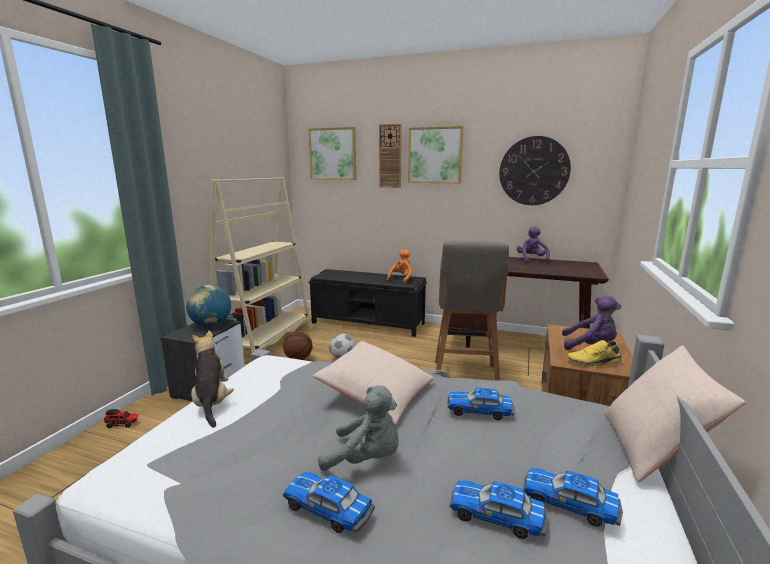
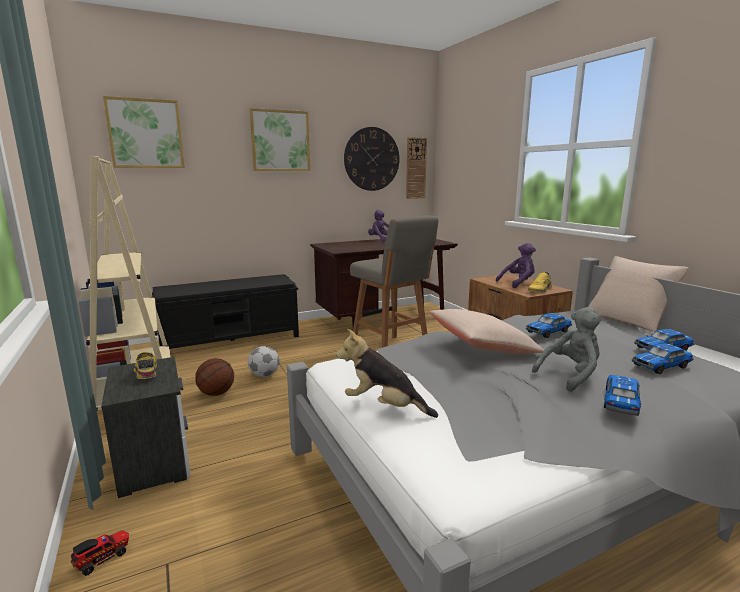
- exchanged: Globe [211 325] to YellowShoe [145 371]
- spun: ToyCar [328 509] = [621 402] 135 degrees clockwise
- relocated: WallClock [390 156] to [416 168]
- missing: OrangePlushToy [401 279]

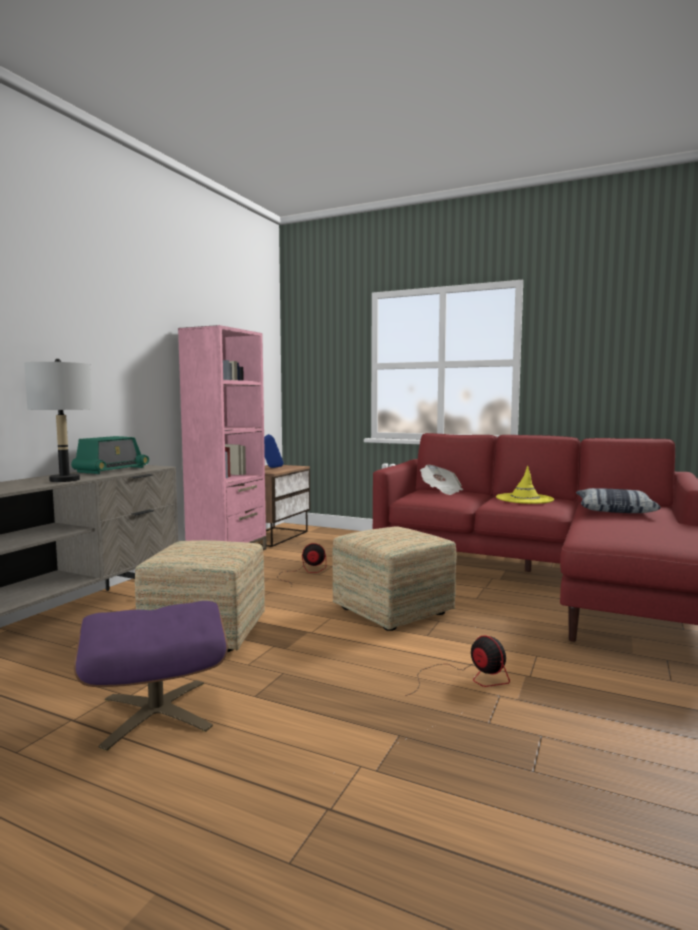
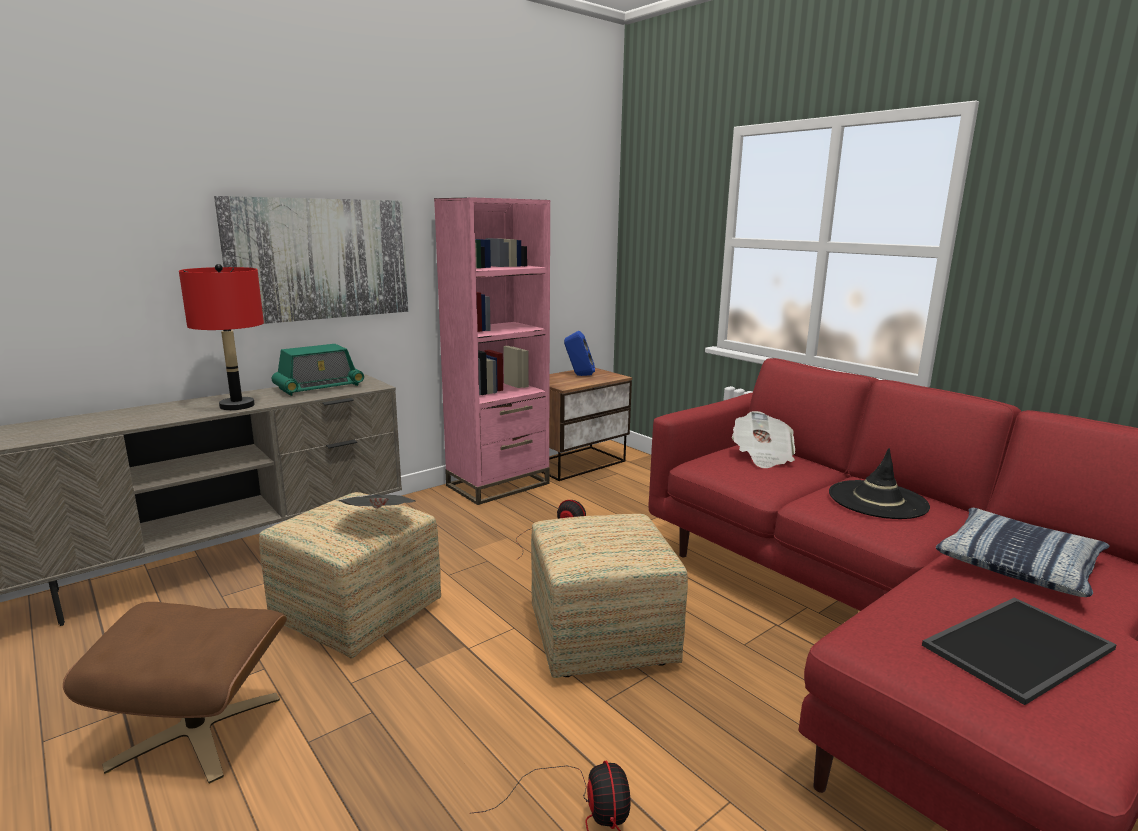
- colour: GreyTableLamp [65 480] to RedTableLamp [237 406]
- colour: PurpleOttoman [156 712] to BrownOttoman [198 730]
- colour: YellowHat [524 499] to BlackHat [877 500]
- appeared: Picture [320 259]
- appeared: Newspaper [379 520]
- appeared: Tray [1016 645]

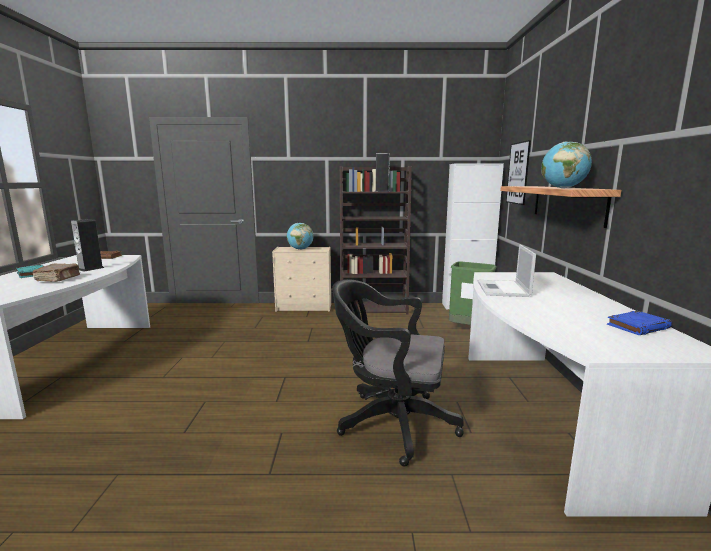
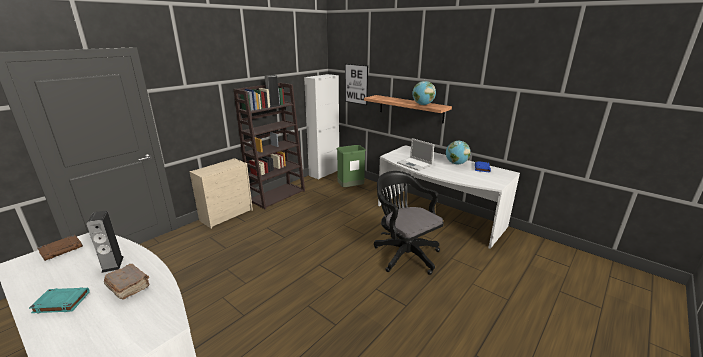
- relocated: Globe [300 249] to [456 163]
- spun: BlackOfficeChair [391 423] = [404 253] 90 degrees clockwise

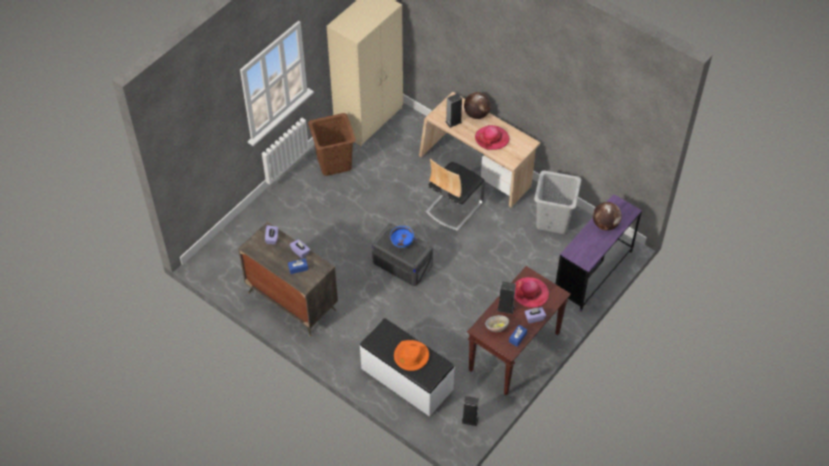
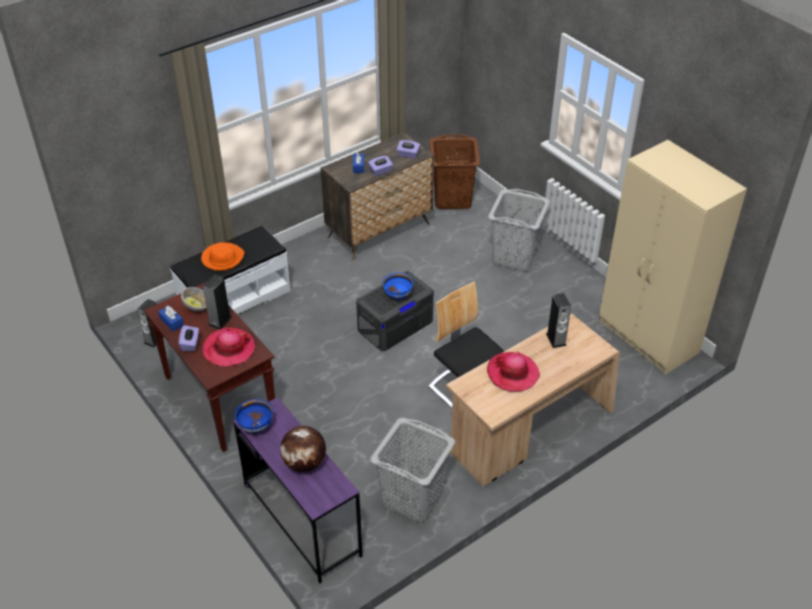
- relocated: BrownLaundryBasket [334 162] to [452 198]
- missing: Globe [476 114]
- appeared: BlueBowl [255 427]
- appeared: GreyLaundryBasket [515 256]

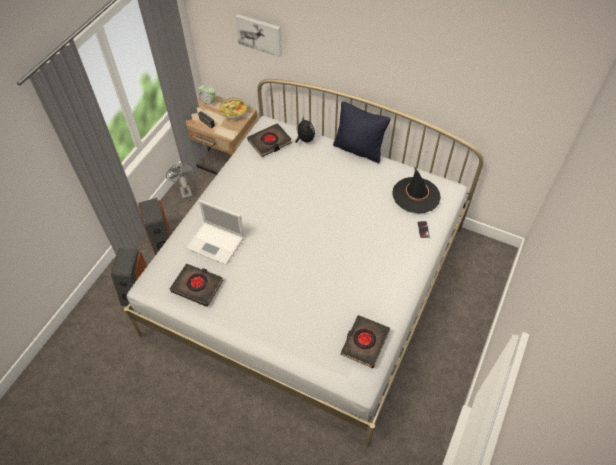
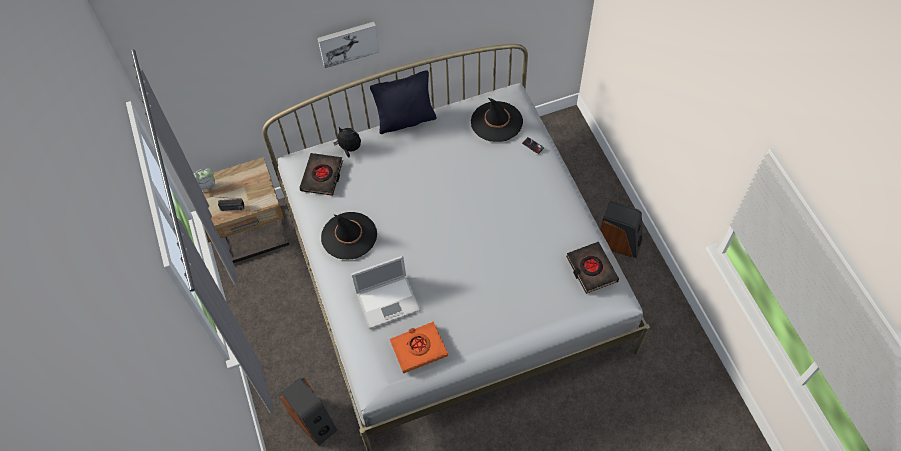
- relocated: Speaker [161 240] to [619 242]
- missing: GreyFan [185 190]
- colour: BlackBook [197 286] to OrangeBook [418 348]
- missing: Bowl [234 113]
- relocated: Picture [260 34] to [348 43]
- appeared: BlackHat [349 236]

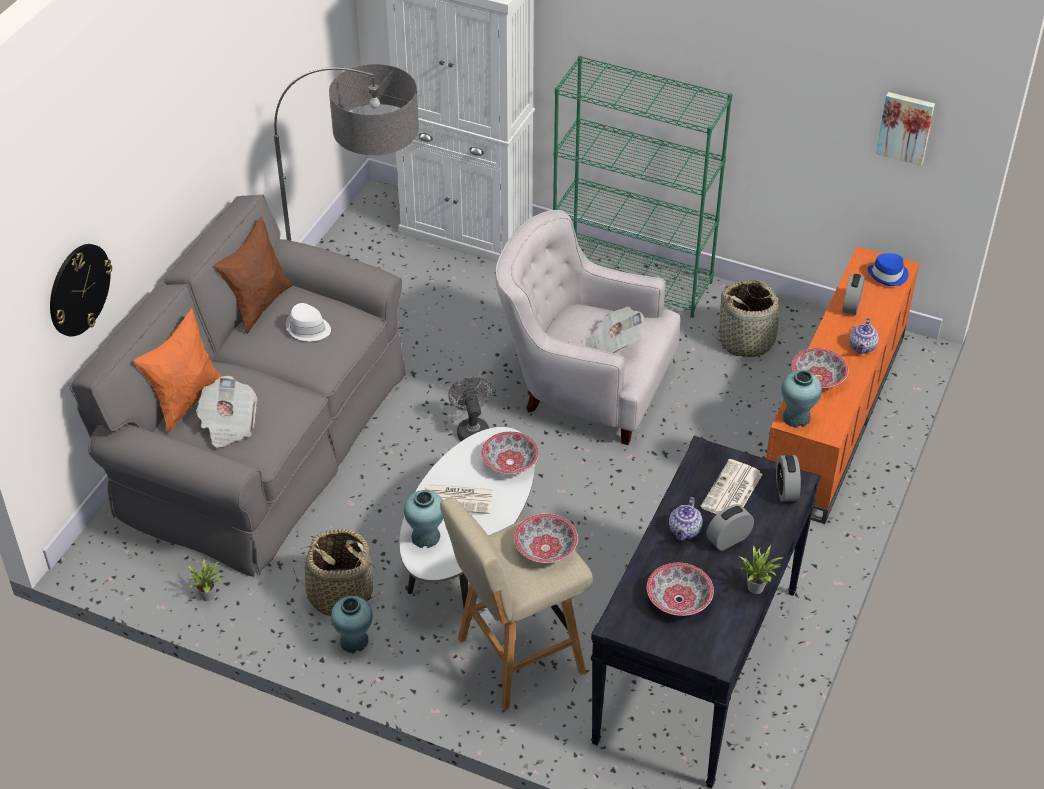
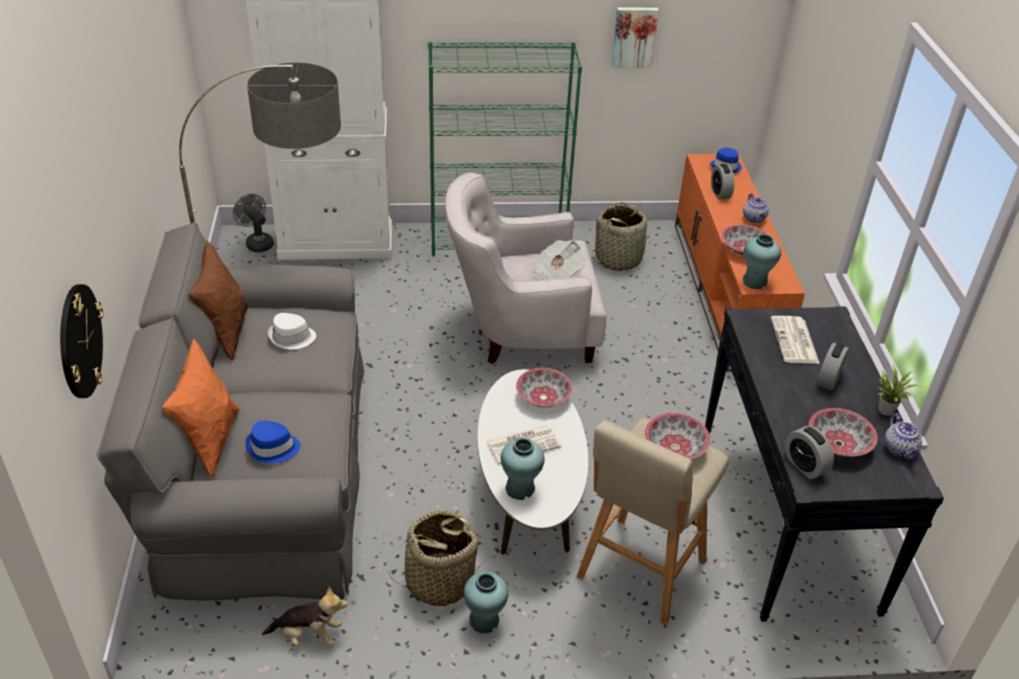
- exchanged: PottedPlant [209 595] to PlushToy [308 635]
- exchanged: Newspaper [228 424] to BlueHat [272 448]
- relocated: GreyFan [472 430] to [257 242]
- relocated: Teapot [685 531] to [900 449]
- relocated: AlarmClock [786 490] to [804 465]
- relocated: Picture [905 127] to [633 36]

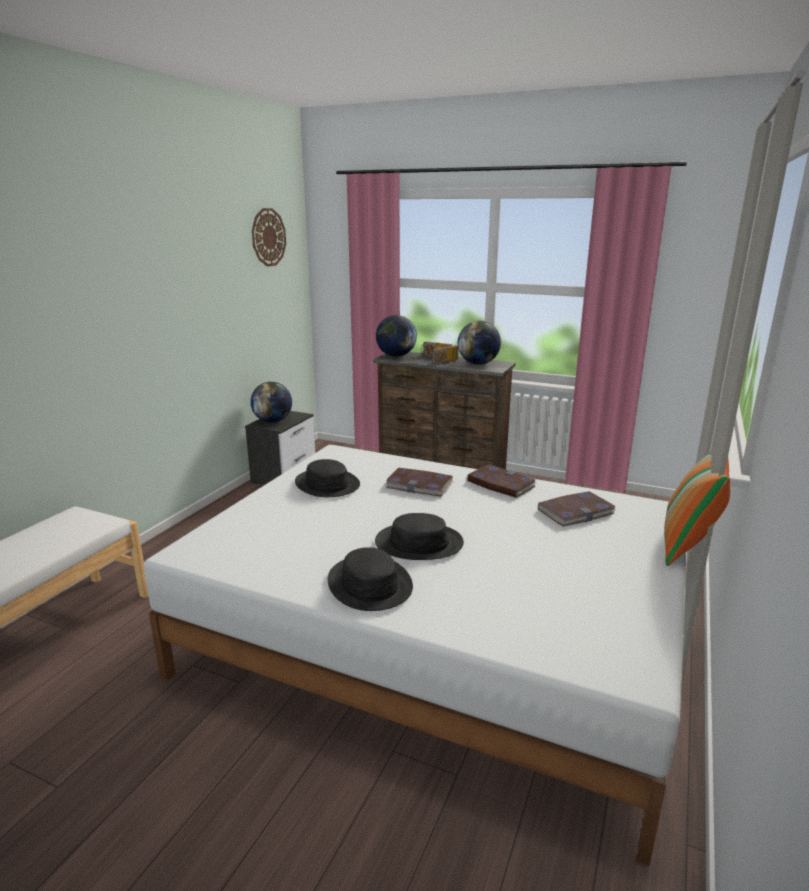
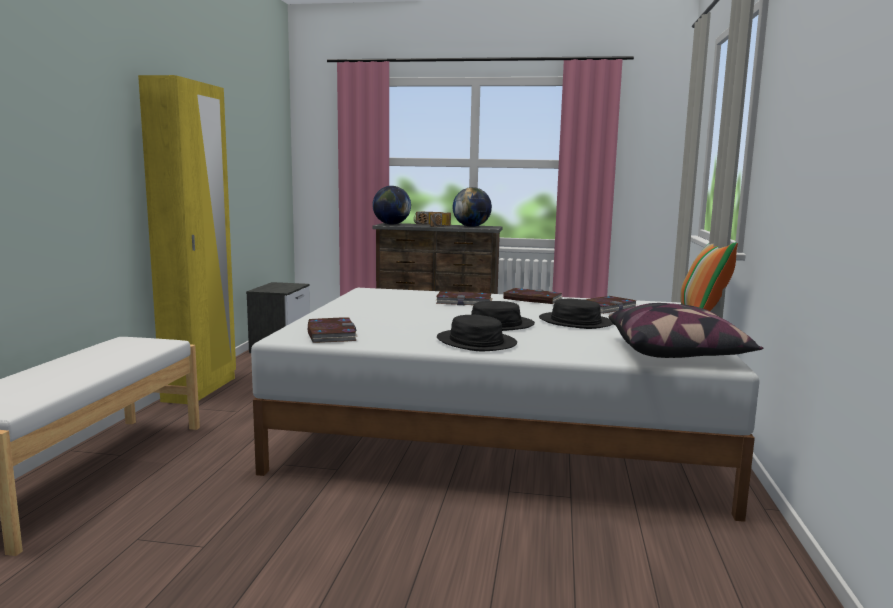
- missing: Globe [273 421]
- missing: WallClock [268 237]
- relocated: BlackHat [327 484] to [575 322]
- appeared: YellowWardrobe [200 389]
- appeared: Book [331 334]
- appeared: Pillow [677 353]

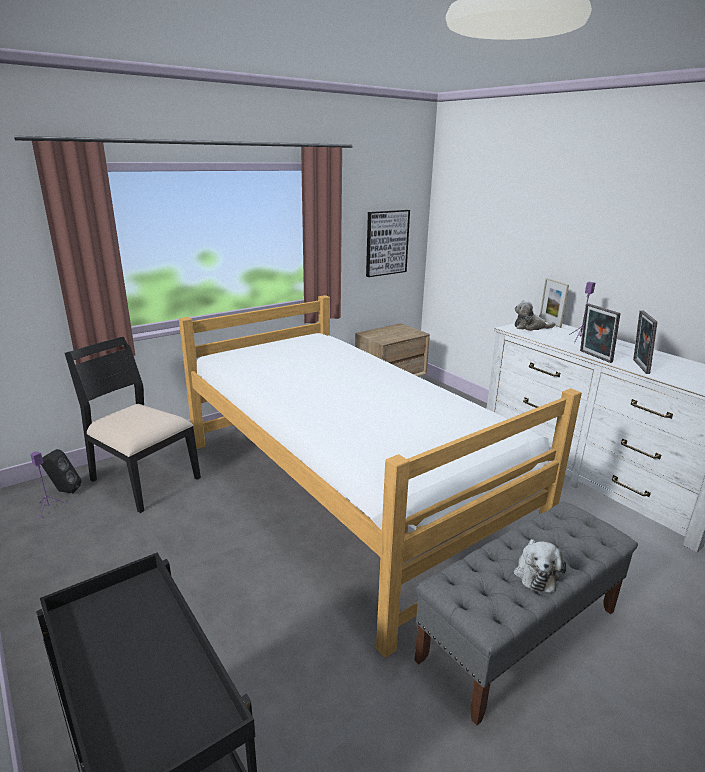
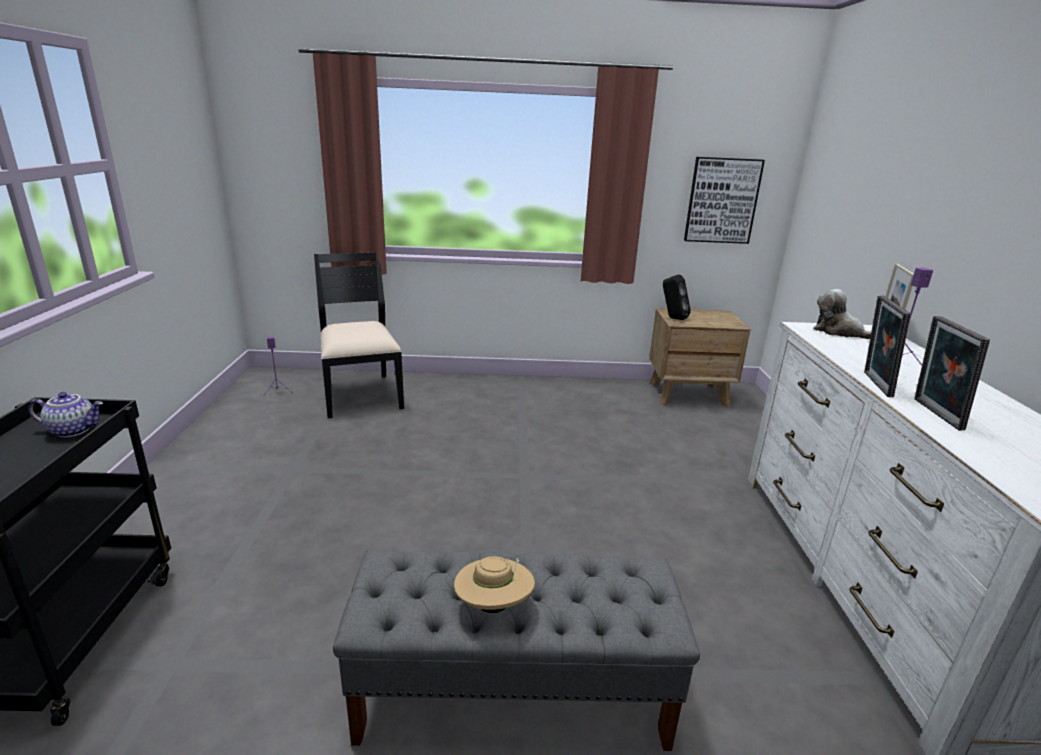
- relocated: BlackSpeaker [63 491] to [672 318]
- missing: Bed [346 491]
- exchanged: PlushToy [535 573] to BeigeHat [493 606]
- spun: PictureFrame [638 366] = [933 414] 45 degrees counterclockwise
- appeared: Teapot [74 430]

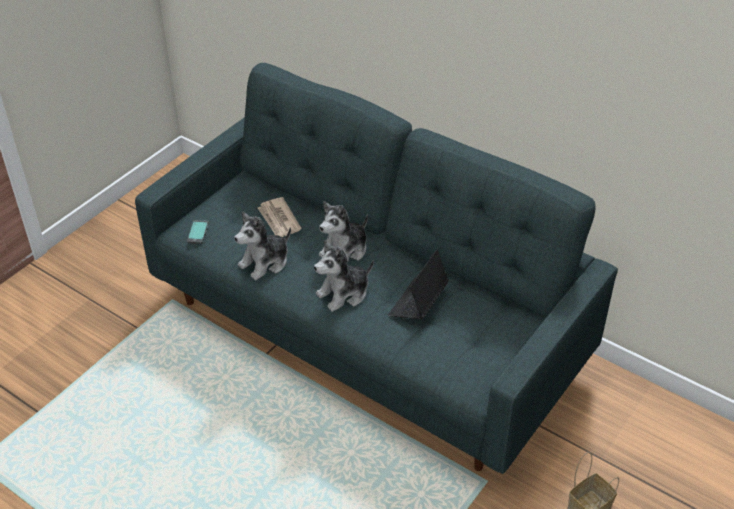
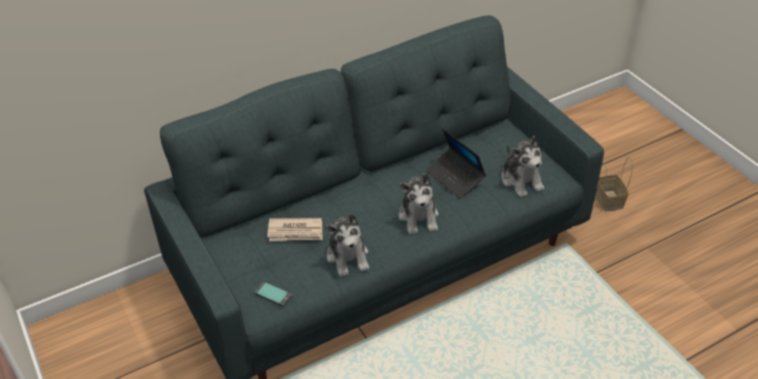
- relocated: PlushToy [345 250] to [521 180]

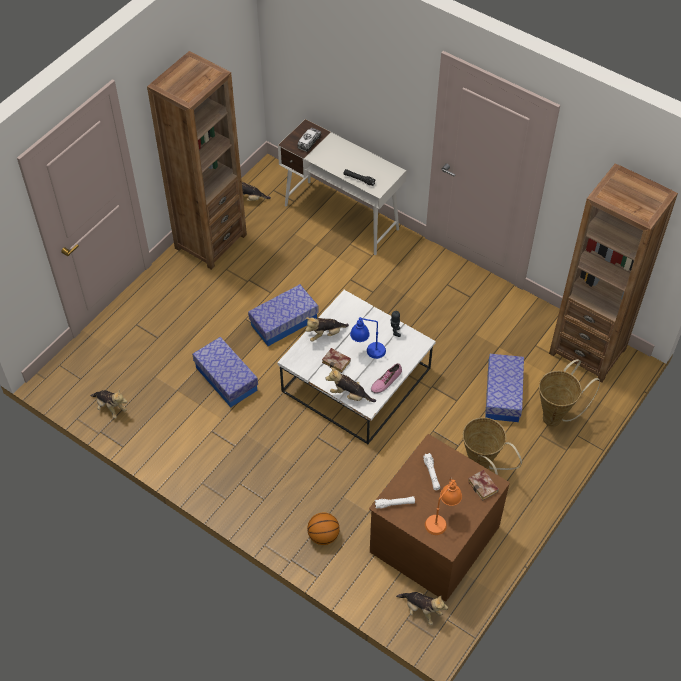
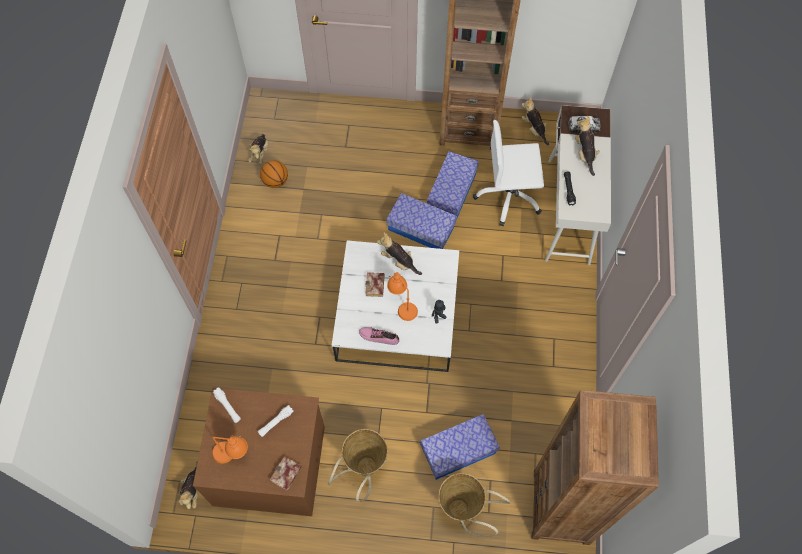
- relocated: StorageBox [226 379] to [452 191]
- relocated: Basketball [323 536] to [275 181]
- relocated: PlushToy [349 395] to [584 154]
- colour: BlueTableLamp [367 351] to OrangeTableLamp [402 305]
- appeared: WhiteOfficeChair [508 196]

